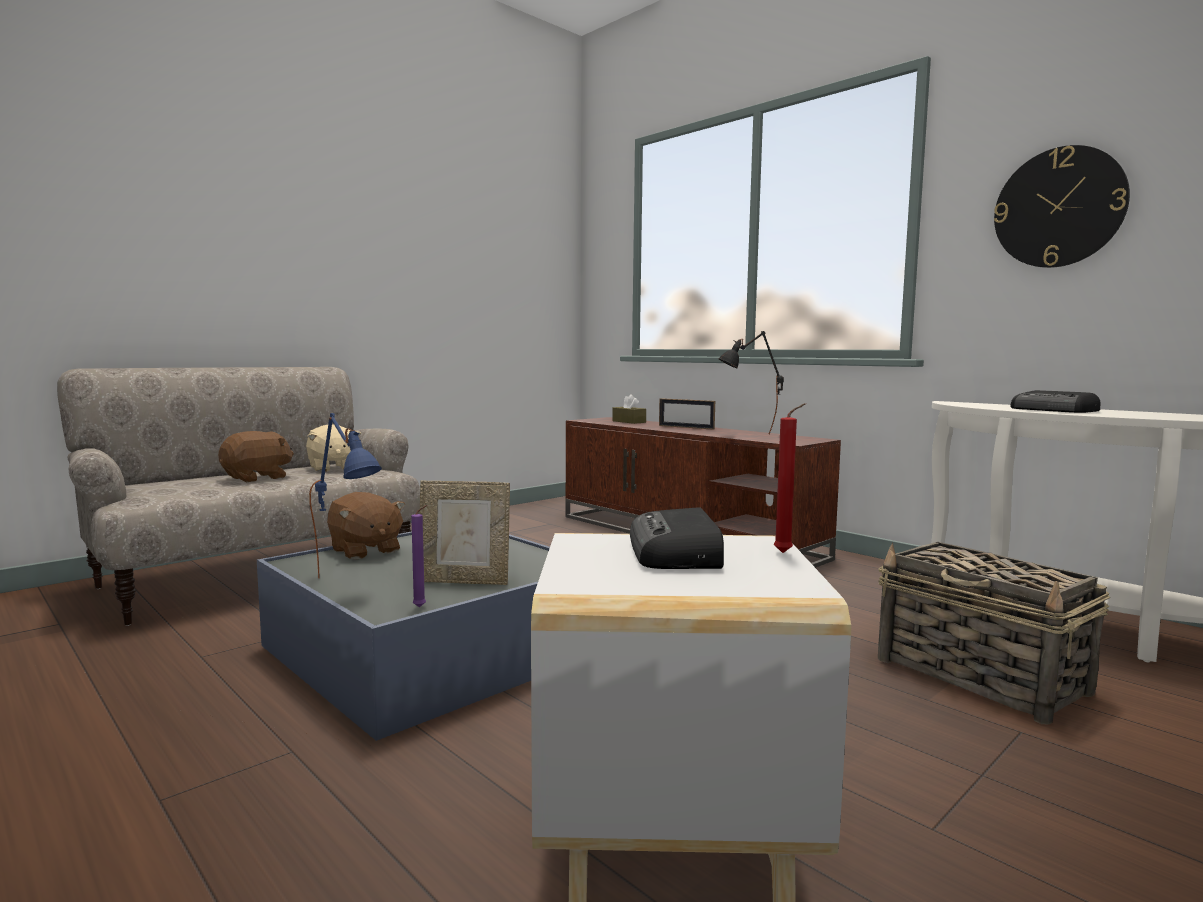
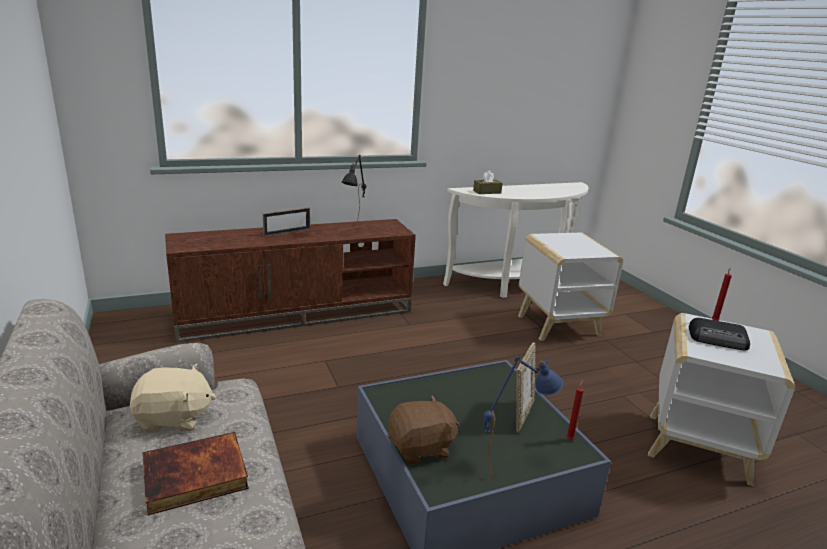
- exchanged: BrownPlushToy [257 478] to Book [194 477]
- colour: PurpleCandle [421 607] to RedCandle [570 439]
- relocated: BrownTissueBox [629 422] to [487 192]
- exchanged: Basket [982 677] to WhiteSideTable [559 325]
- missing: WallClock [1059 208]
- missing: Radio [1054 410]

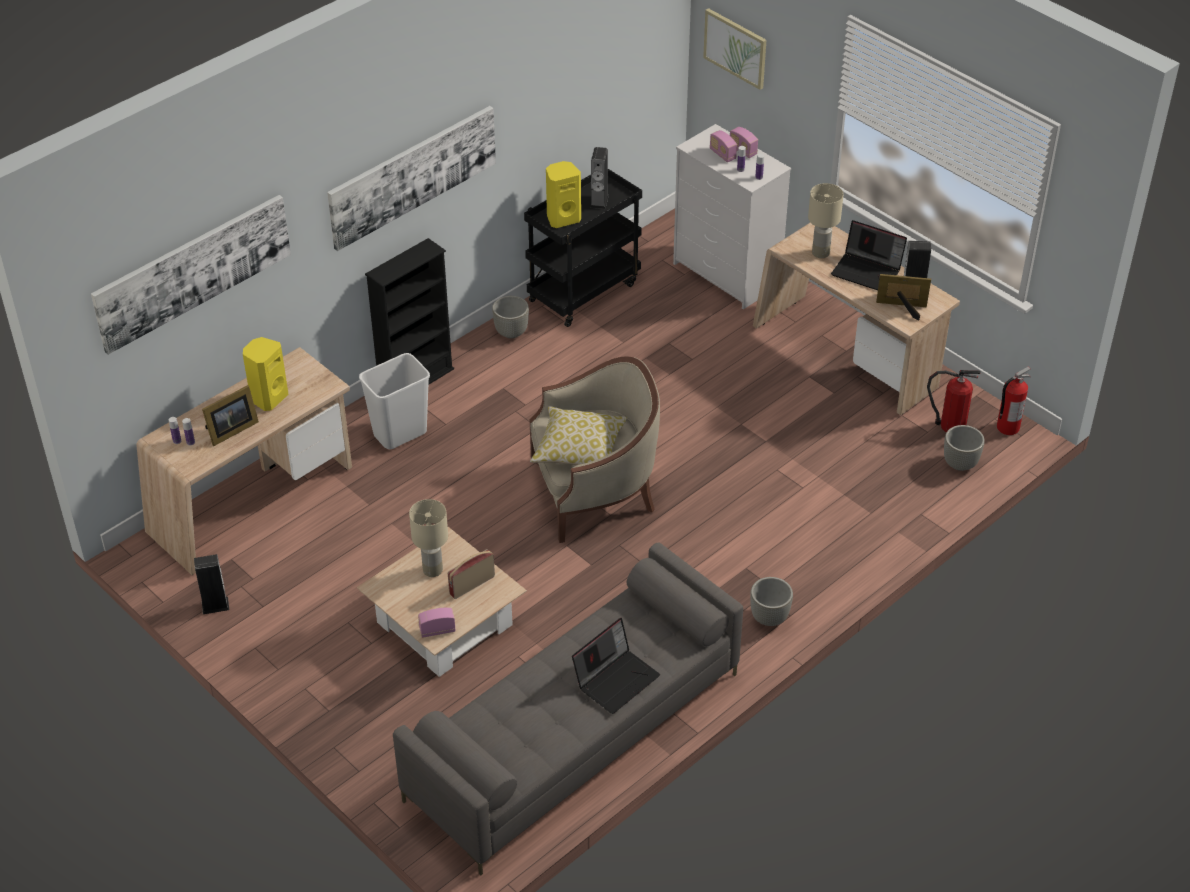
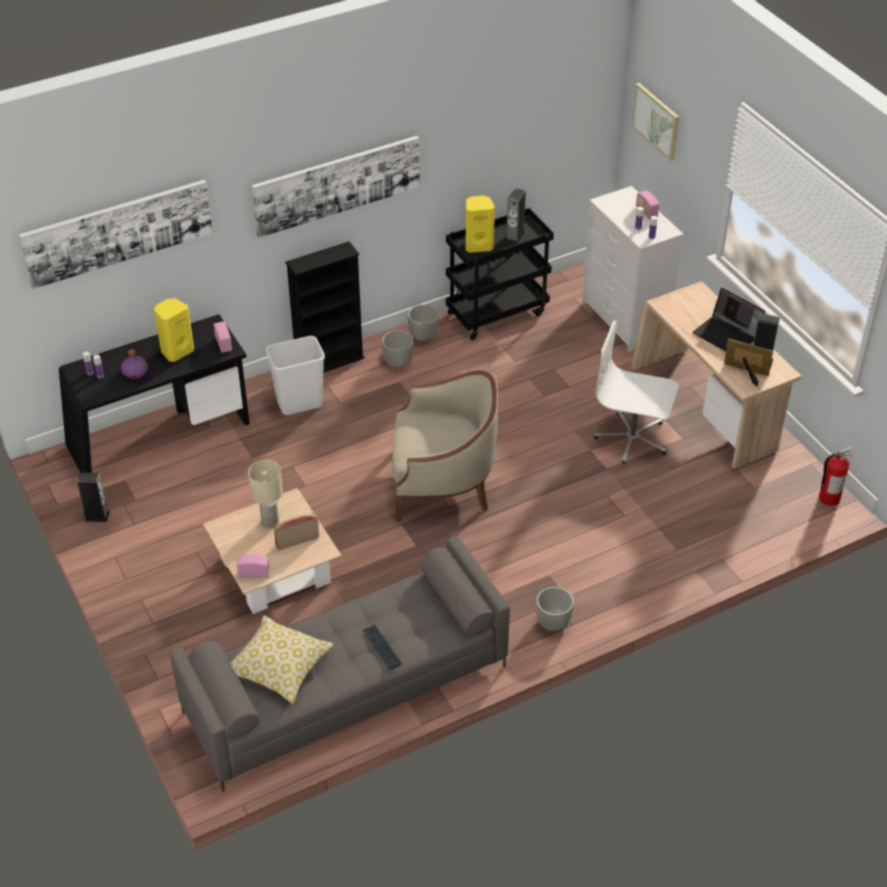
- colour: BeigeDesk [254 502] to BlackDesk [161 437]
- exchanged: PictureFrame [230 431] to PurpleBottle [135 372]
- relocated: Pillow [579 450] to [278 667]
- exchanged: Laptop [616 679] to Keyboard [382 647]
- relocated: Radio [722 154] to [223 344]
- missing: BeigeTableLamp [821 253]
- missing: FireExtinguisher [950 425]
- relocated: GreyPlanter [960 464] to [398 363]
- appeared: WhiteOfficeChair [632 439]

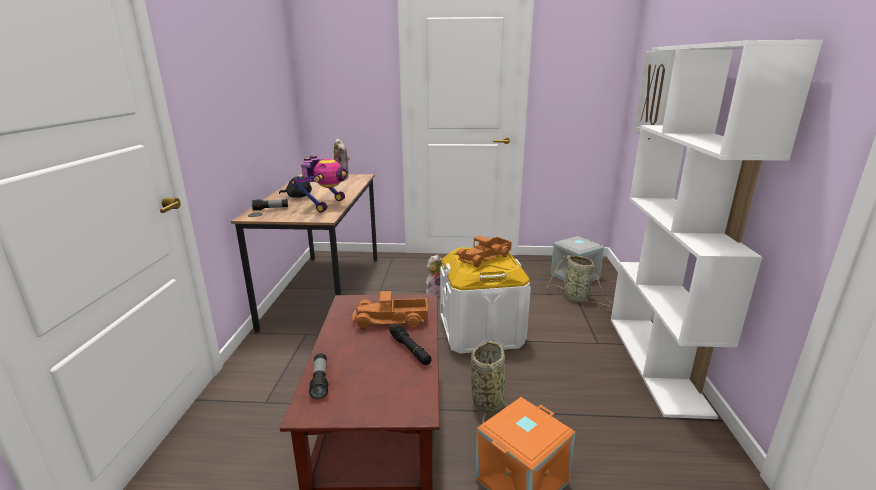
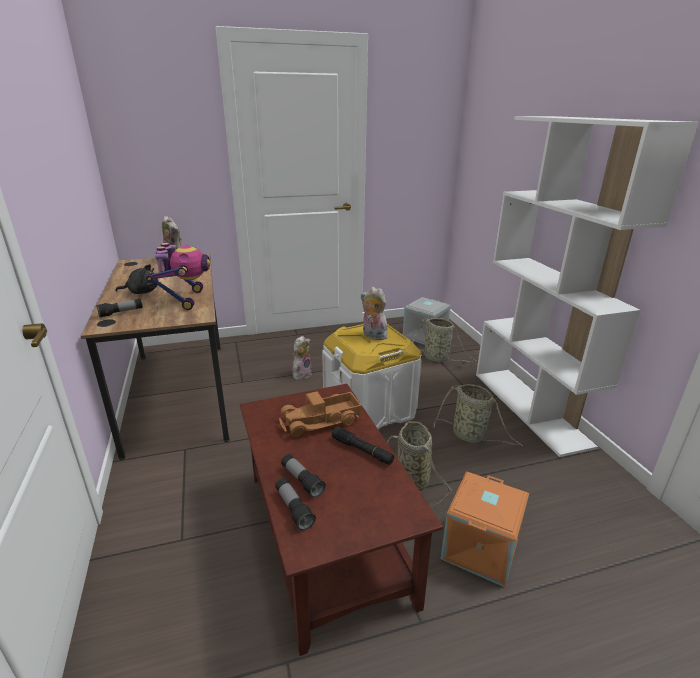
- exchanged: ToyTruck [485 258] to PlushToy [373 336]
- missing: Picture [654 94]
- appeared: Flashlight [302 480]
- appeared: Basket [471 436]

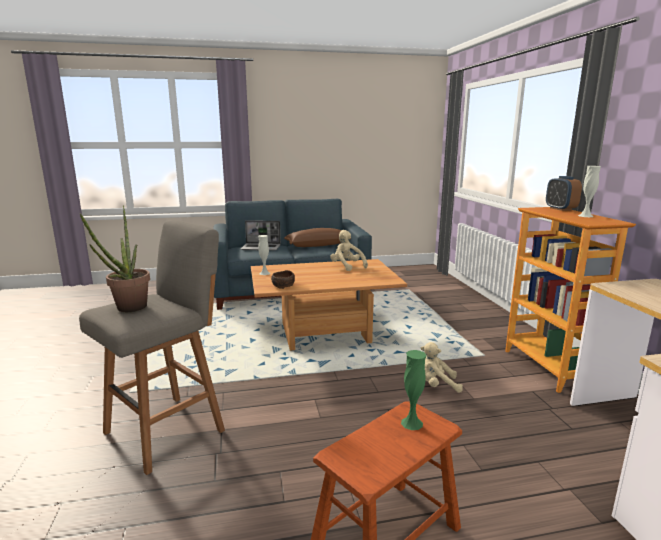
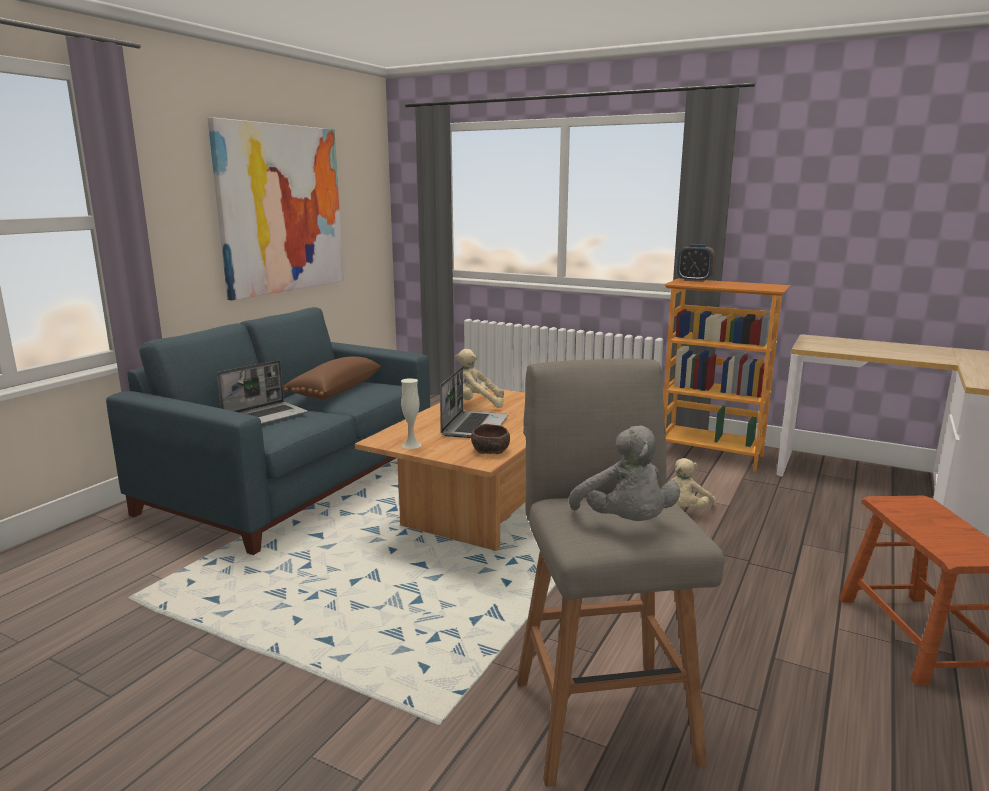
- exchanged: PottedPlant [128 309] to GreyPlushToy [625 523]
- missing: GreenVase [412 423]
- missing: WhiteVase [585 216]
- appeared: Picture [281 209]
- appeared: Laptop [474 426]

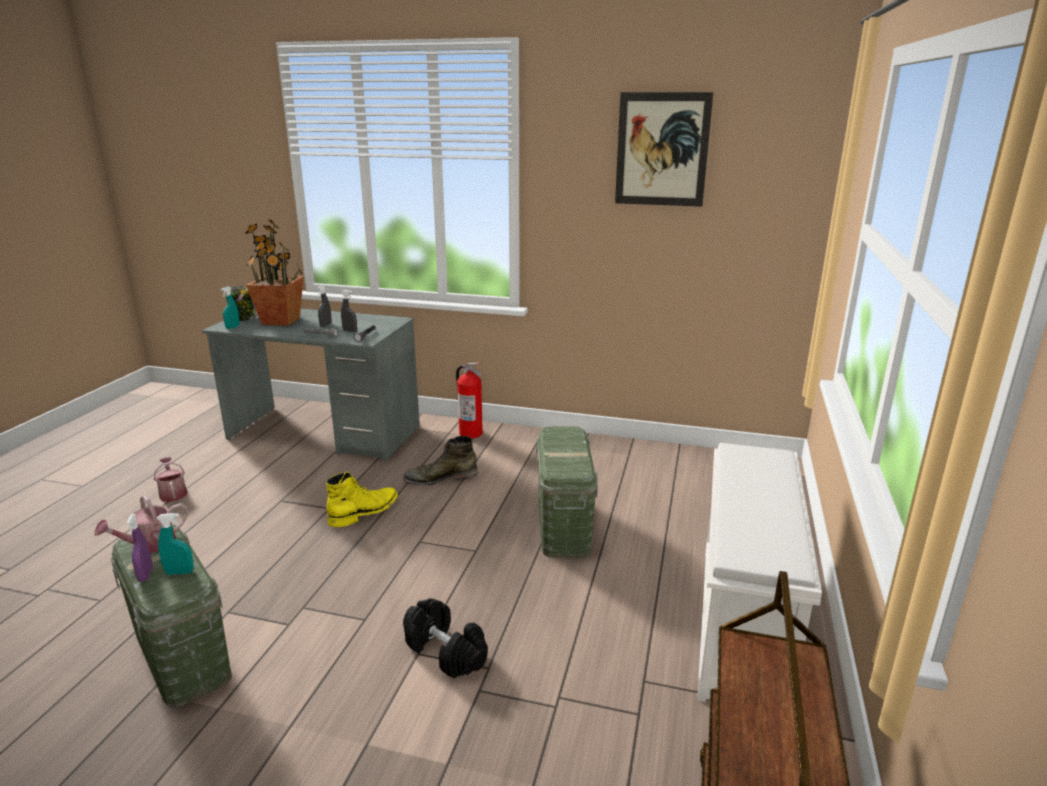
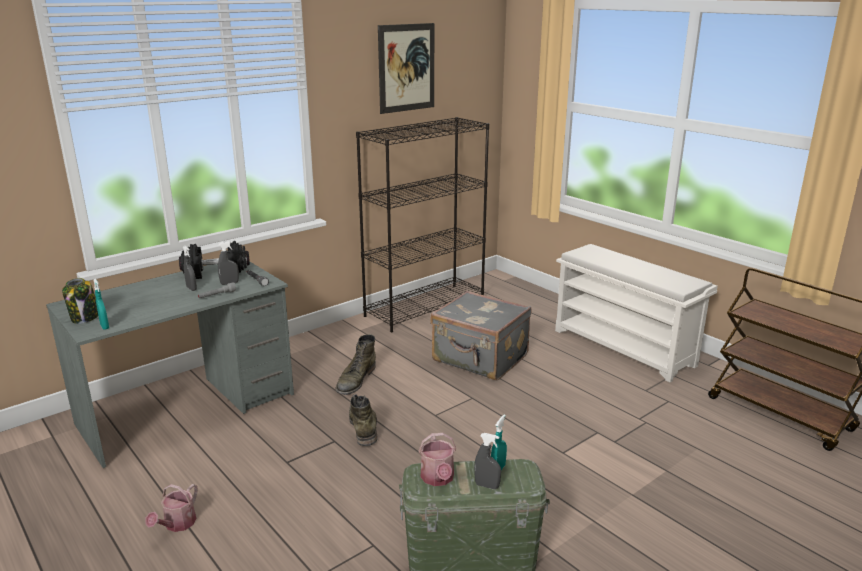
- colour: PurpleSprayBottle [145 575] to GreySprayBottle [487 486]
- spun: WateringCan [173 493] = [177 524] 75 degrees counterclockwise
- missing: PottedPlant [281 321]
- colour: YellowBoot [364 512] to GreenBoot [363 426]
- relocated: BlackDumbbell [446 652] to [216 272]
- missing: FireExtinguisher [470 433]
- exchanged: GreenStorageBox [564 526] to GreySuitcase [480 359]
- appeared: BlackBookcase [425 307]

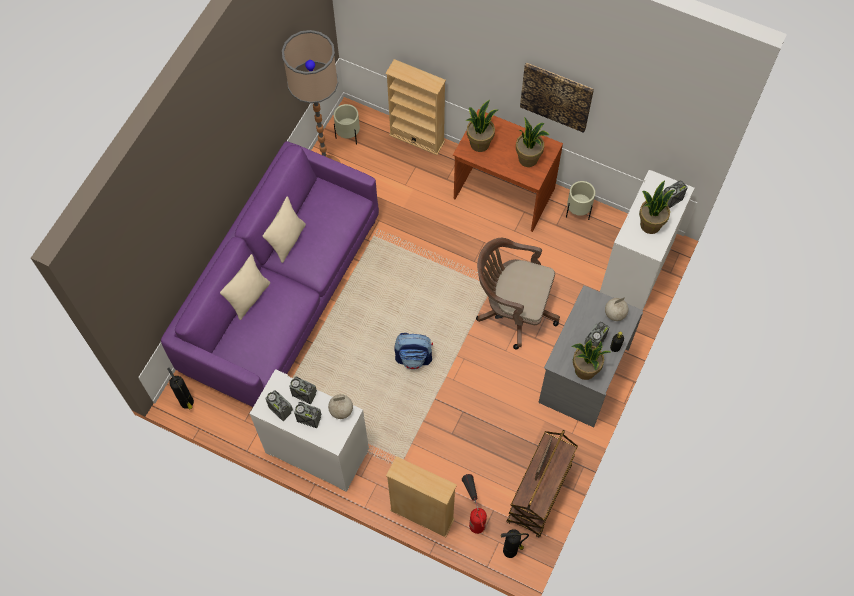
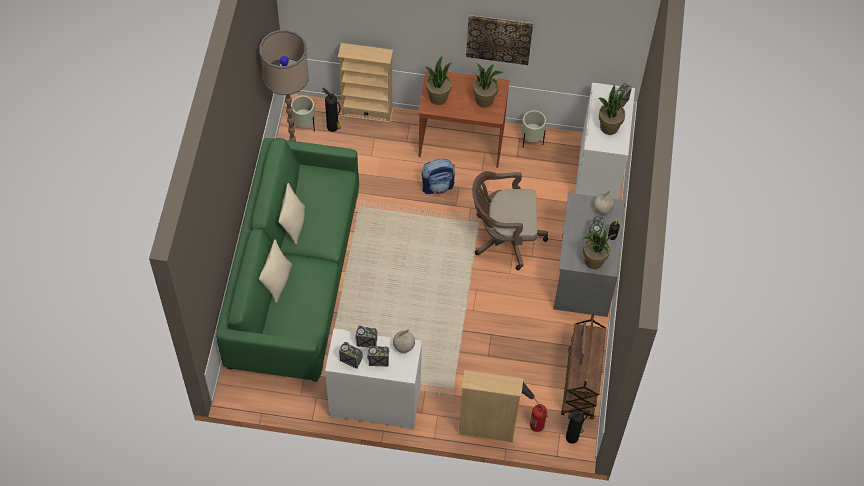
- colour: PurpleSofa [281 294] to GreenSofa [293 278]
- relocated: FireExtinguisher [187 403] to [333 127]
- relocated: Backpack [414 357] to [438 186]

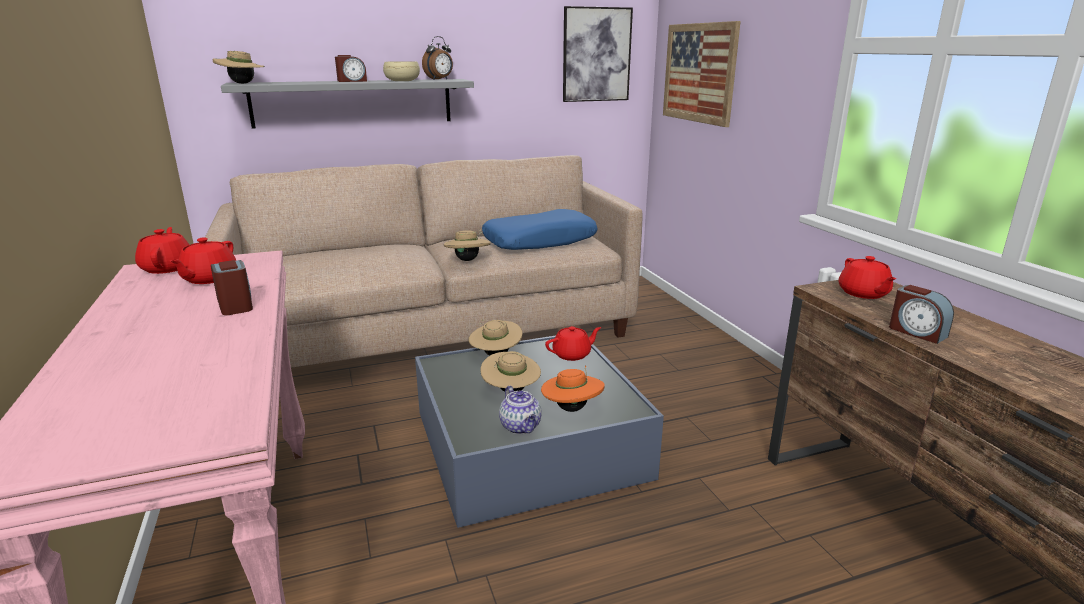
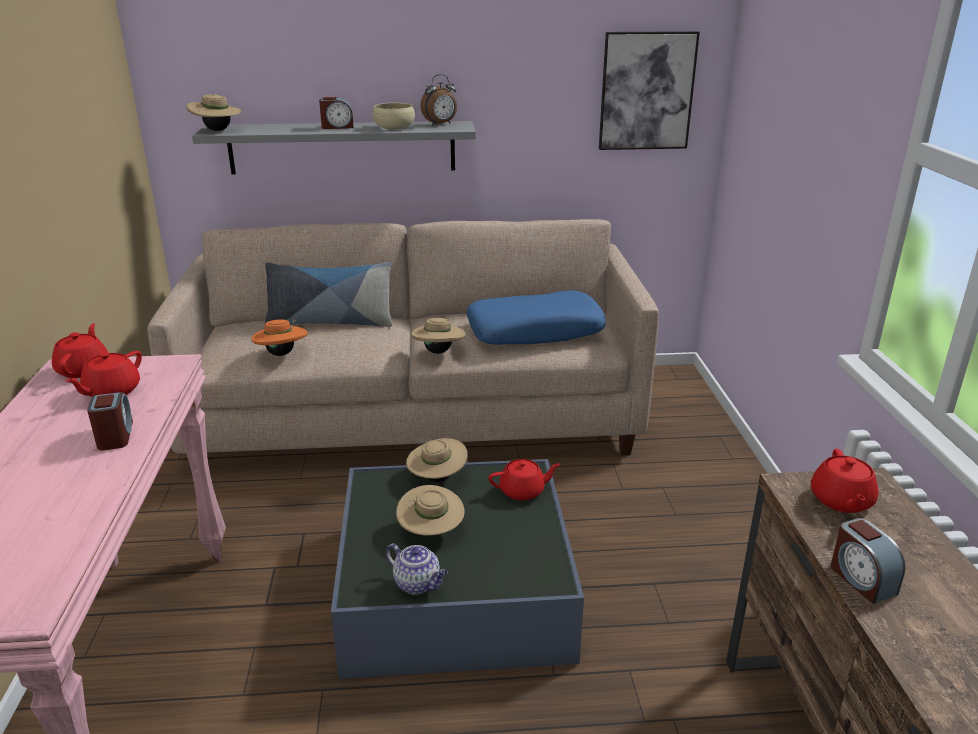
- spun: Teapot [521 427] = [418 584] 45 degrees counterclockwise
- relocated: OrangeHat [572 408] to [282 354]
- missing: Picture [699 73]
- appeared: Pillow [330 322]

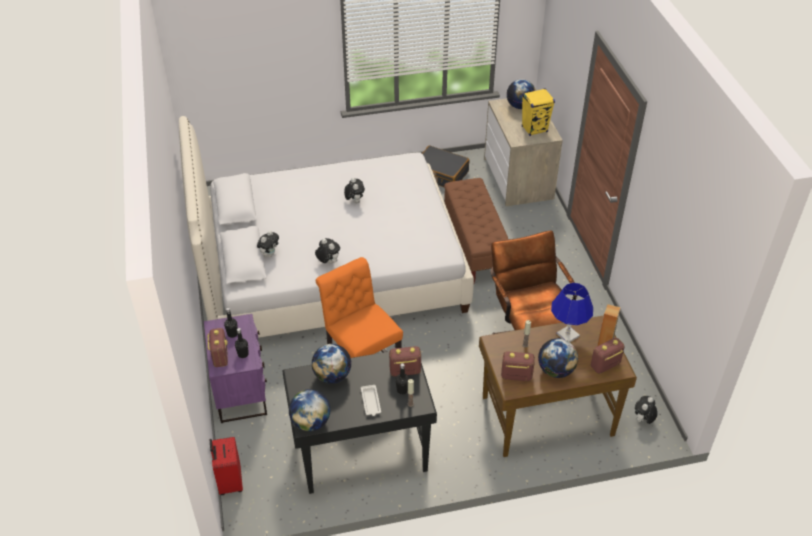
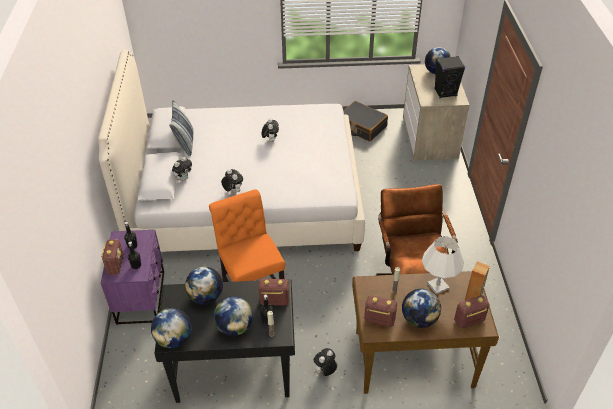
- missing: RedSuitcase [229 482]
- exchanged: WhiteTray [371 402] to Globe [234 327]
- missing: BrownBench [474 248]
- colour: YellowSpeaker [534 129] to BlackSpeaker [445 93]
- colour: BlueTableLamp [567 335] to WhiteTableLamp [438 286]
- relocated: PlushToy [643 420] to [325 371]
- appeared: Pillow [185 143]

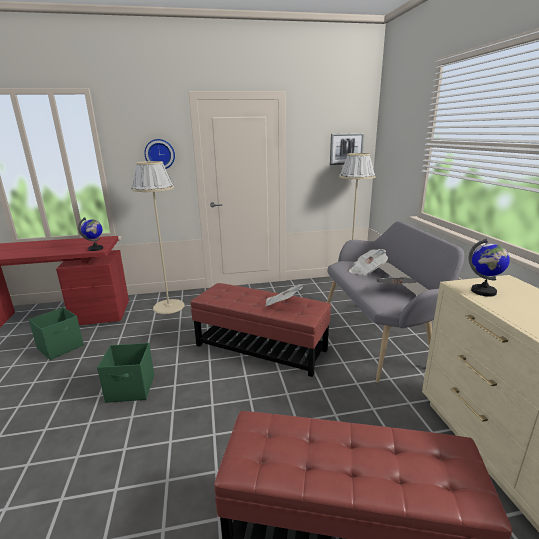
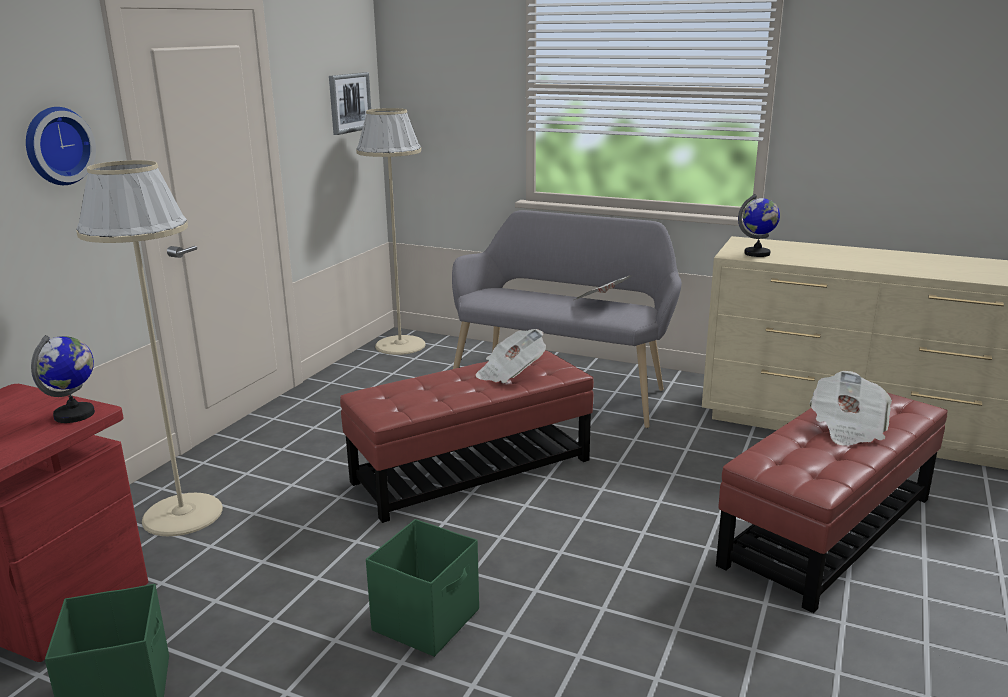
- relocated: Newspaper [367 271] to [847 428]

